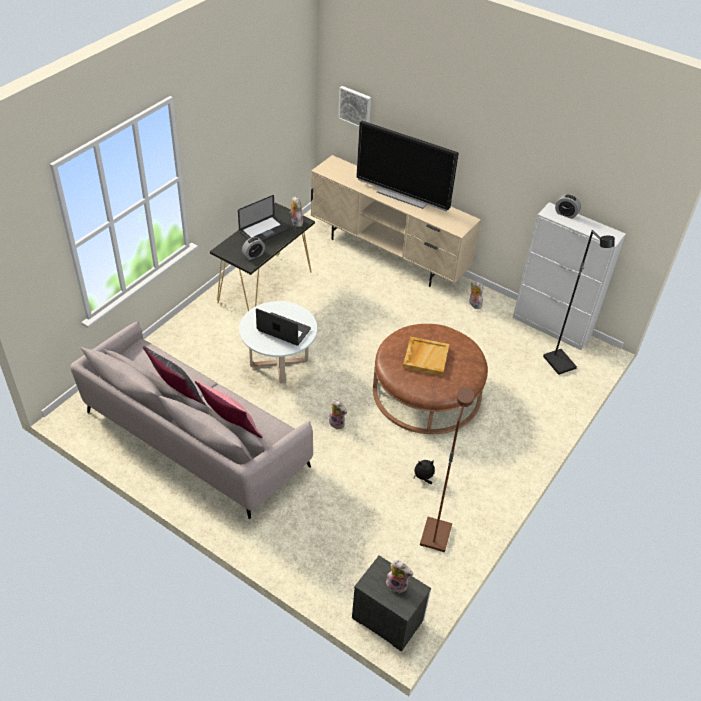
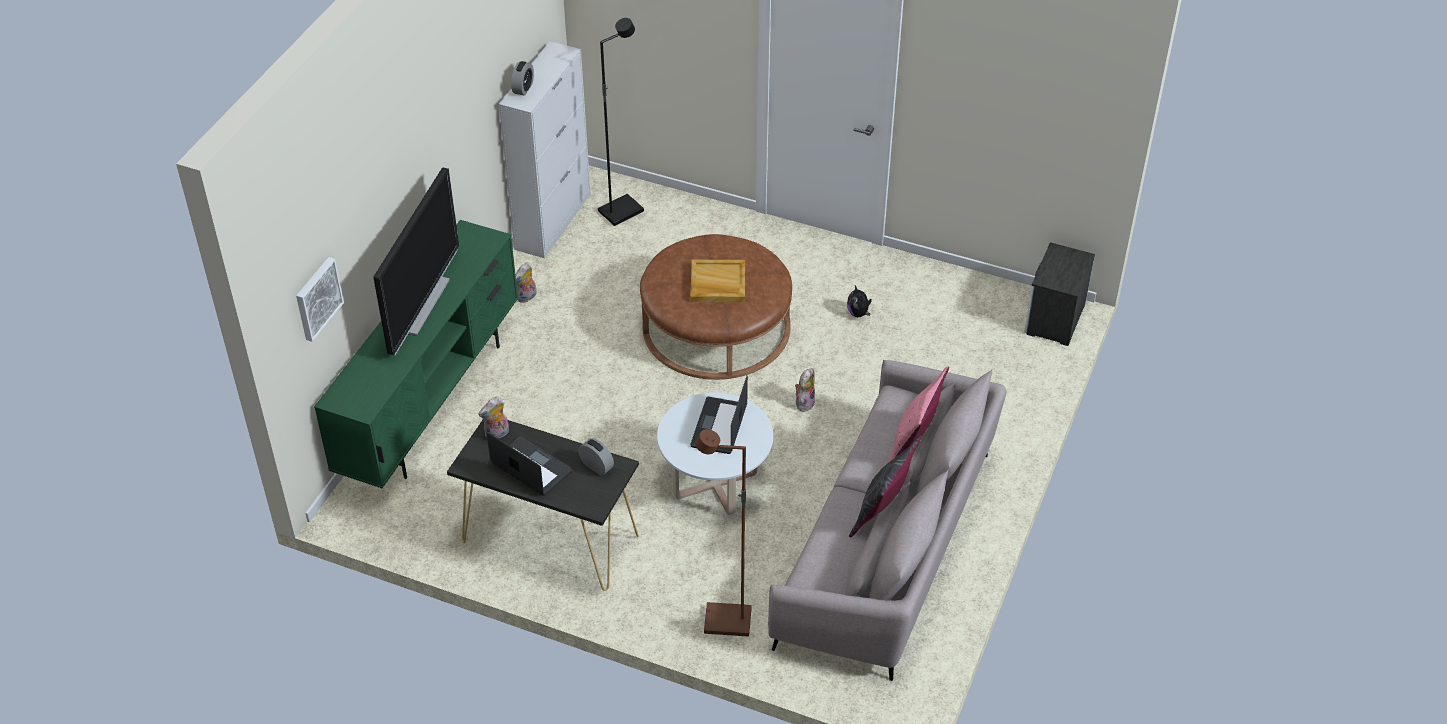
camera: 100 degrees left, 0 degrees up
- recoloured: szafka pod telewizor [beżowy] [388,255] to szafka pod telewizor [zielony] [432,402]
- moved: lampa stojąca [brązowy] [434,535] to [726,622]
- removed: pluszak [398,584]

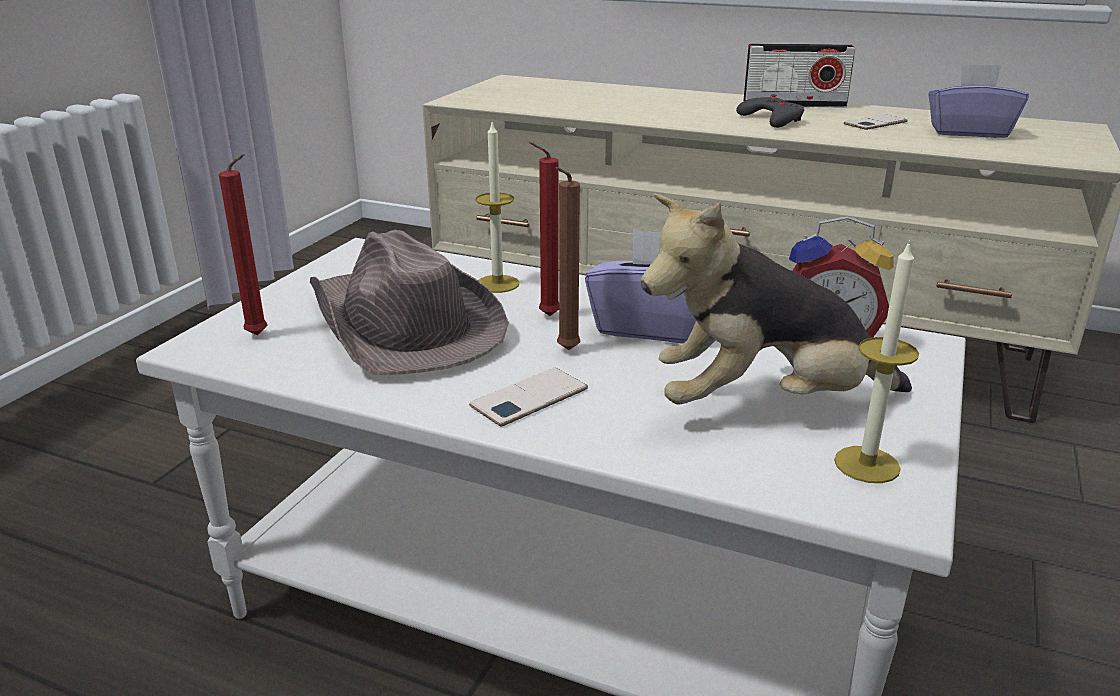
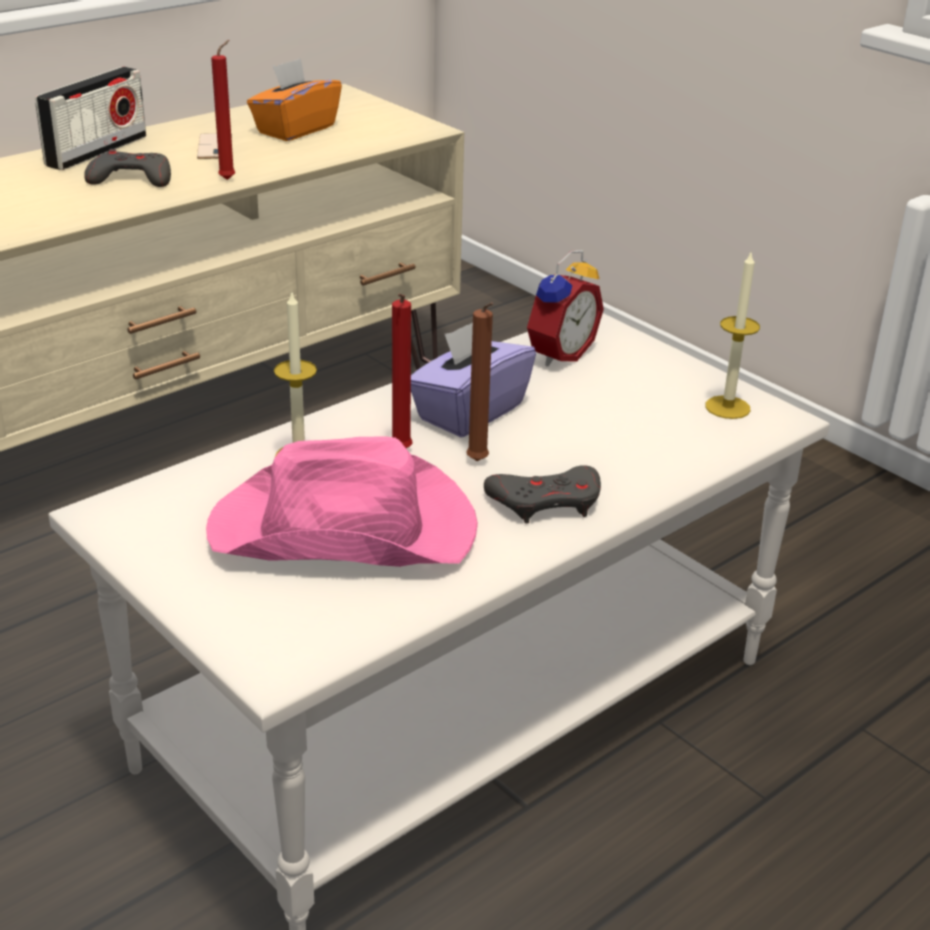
camera: 65 degrees left, 5 degrees up
- recoloured: pudełko chusteczek [fioletowy] [968,132] to pudełko chusteczek [pomarańczowy] [295,129]
- moved: świeca [czerwony] [260,336] to [229,179]
- removed: pluszak [765,405]
- recoloured: kapelusz [brązowy] [402,325] to kapelusz [różowy] [346,531]
- replaced: telefon [529,397] to pad do gier [szary] [546,501]

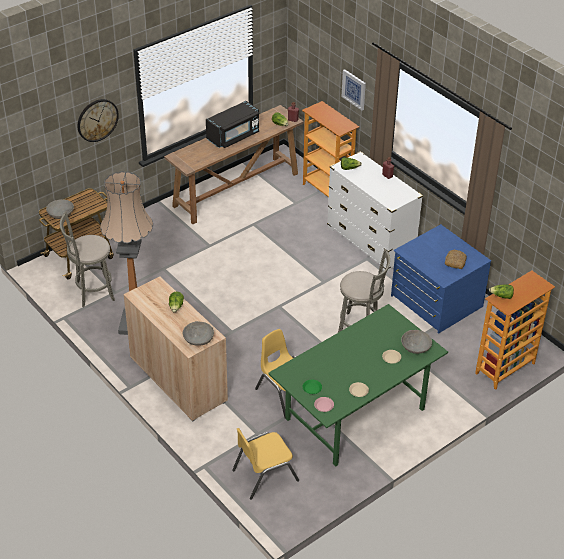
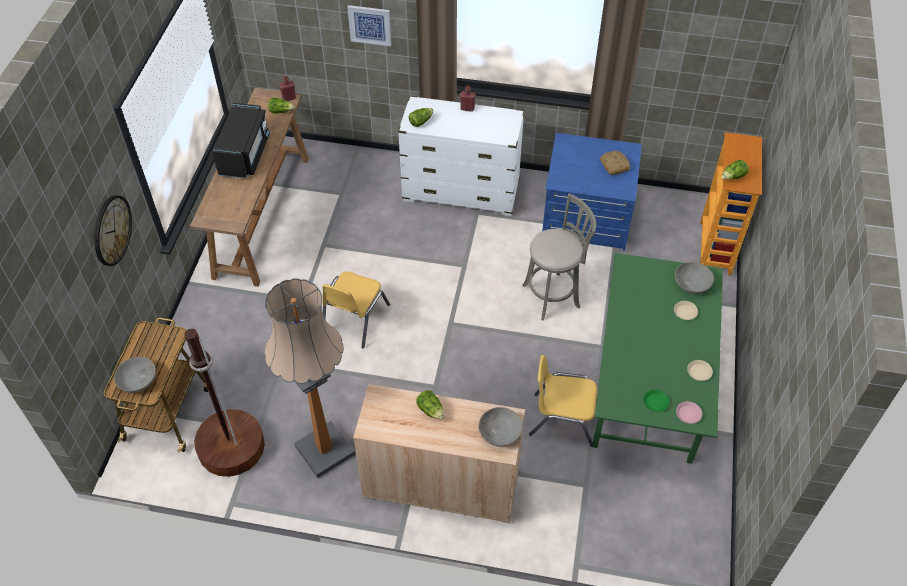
camera: 40 degrees left, 10 degrees up
- removed: regał [327,191]
- replaced: stołek [szary] [92,292] to lampa stojąca [brązowy] [231,447]
- moved: krzesło [żółty] [264,475] to [354,319]

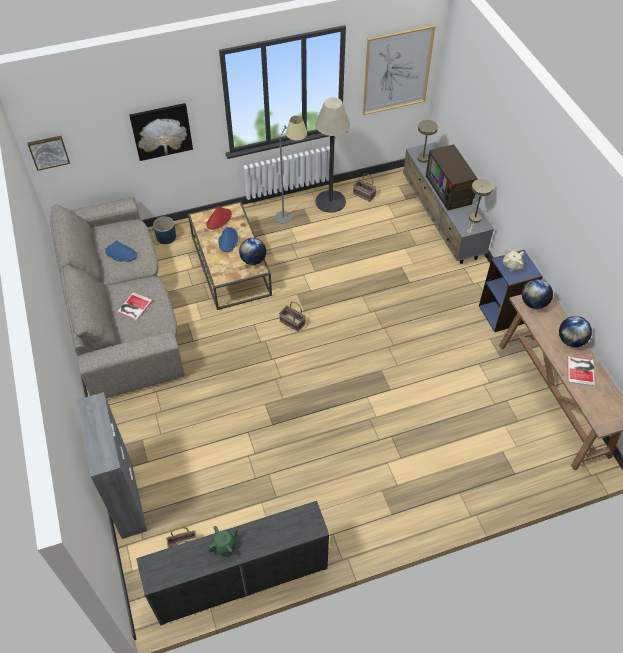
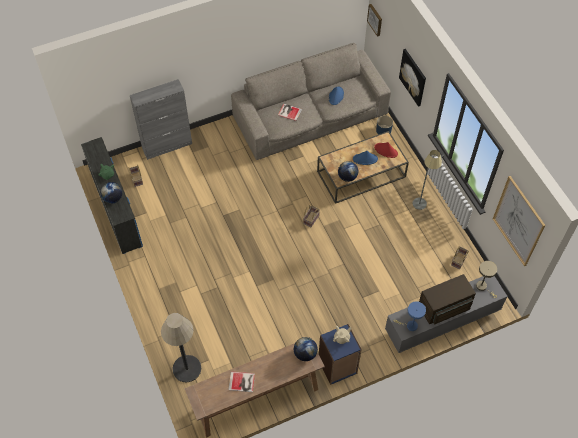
camera: 85 degrees right, 5 degrees up
- moved: lampa stojąca [330,201] to [187,368]
- recoloured: lampa stołowa [beżowy] [474,220] to lampa stołowa [niebieski] [410,325]
- moved: globus [571,340] to [113,198]

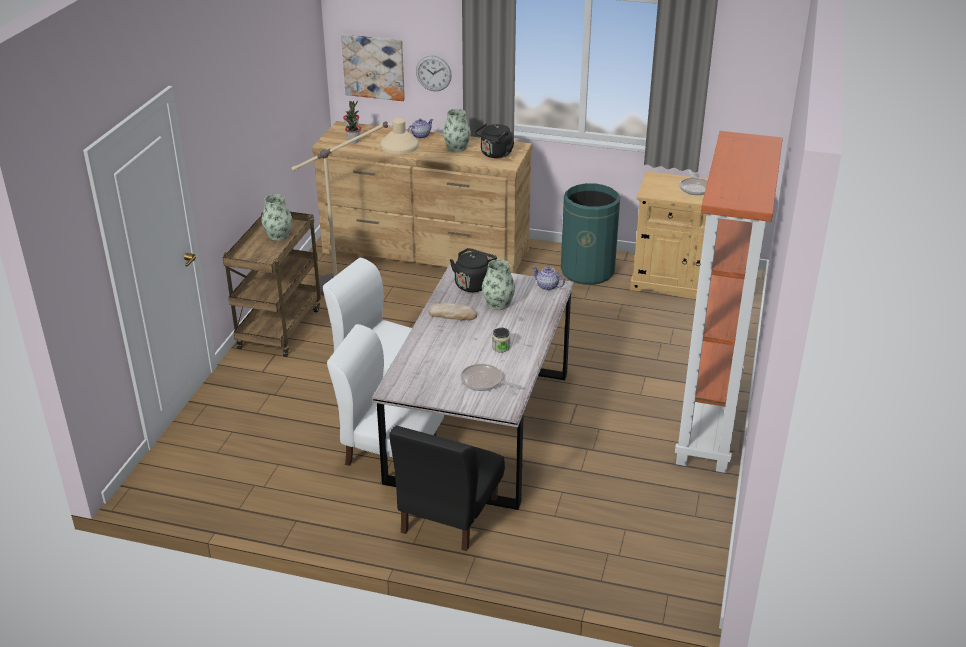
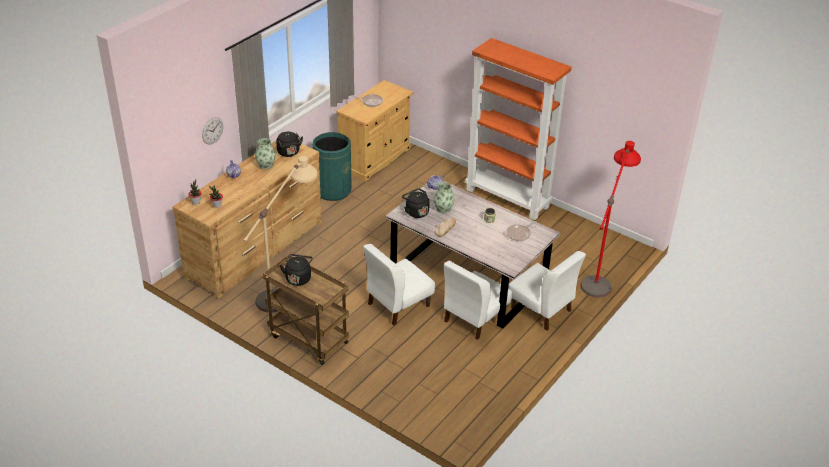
camera: 70 degrees left, 5 degrees up
- removed: obraz [374,67]
- replaced: wazon [278,235] to czajnik [czarny] [298,278]
- recoloured: krzesło [czarny] [448,516] to krzesło [biały] [541,309]
- added: lampa stojąca [czerwony] [601,273]

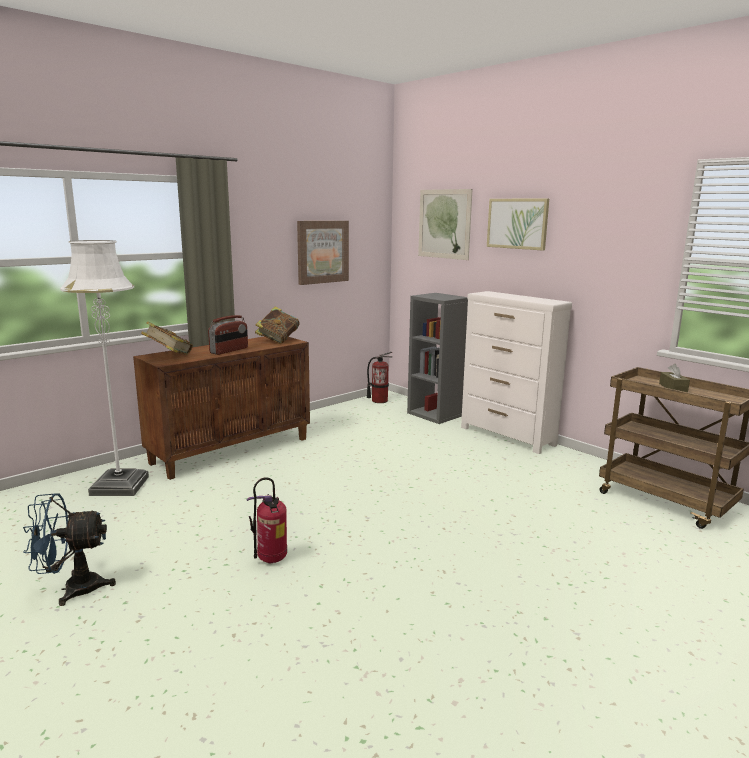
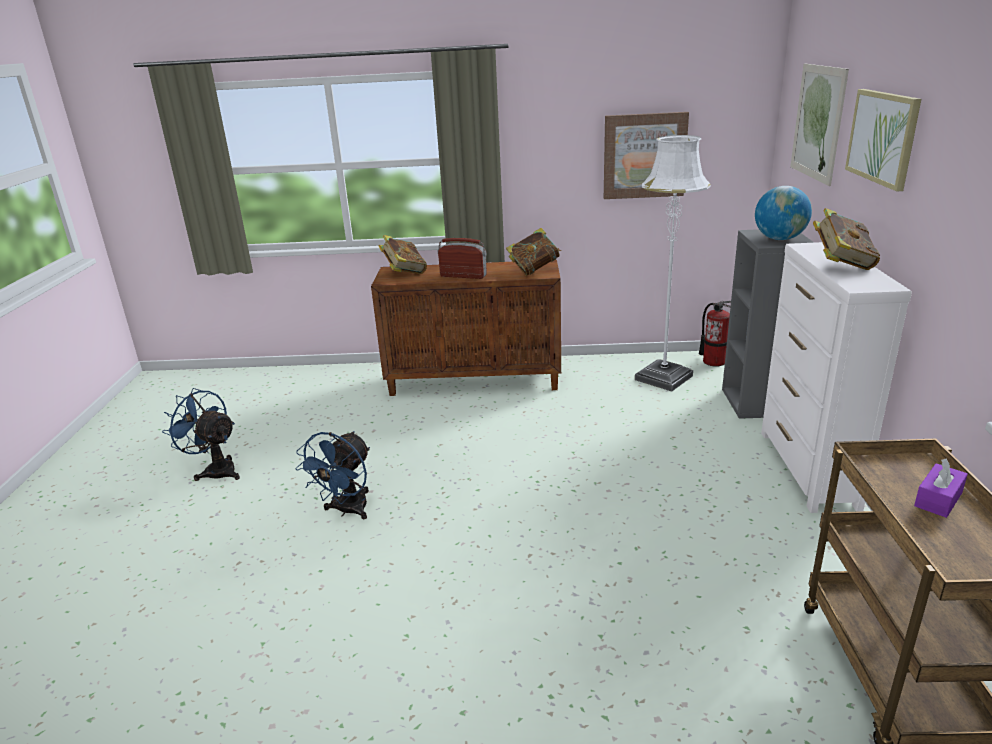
camera: 45 degrees right, 10 degrees up
- moved: lampa stojąca [biały] [119,486] to [663,378]
- turned: radio [229,350] = [463,276] 150 degrees counterclockwise
- recoloured: pudełko chusteczek [brązowy] [673,388] to pudełko chusteczek [fioletowy] [938,499]
- replaced: gaśnica [271,560] to wentylator [niebieski] [347,511]
- added: globus [779,239]
- added: książka [841,264]

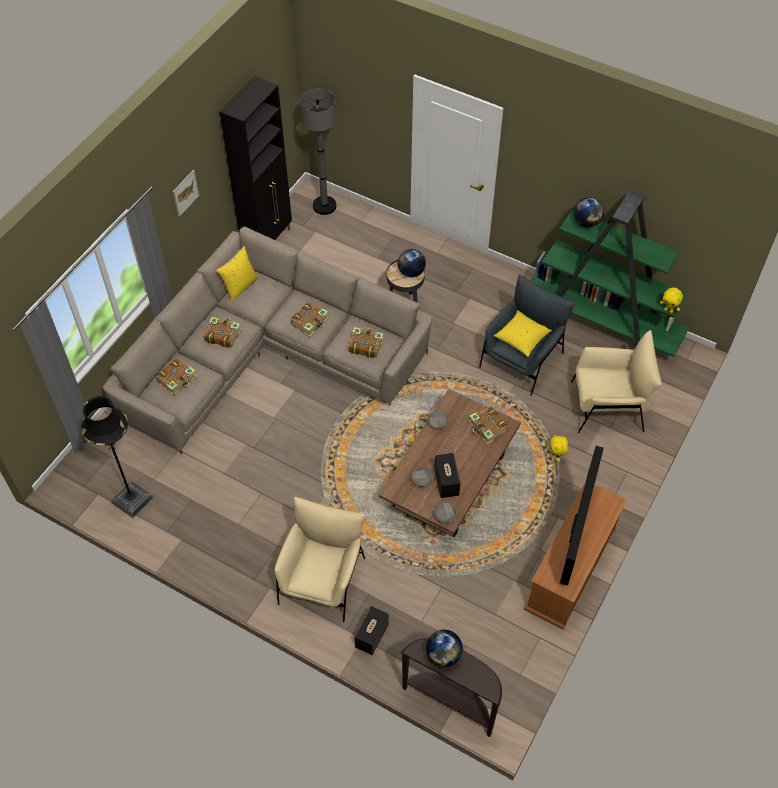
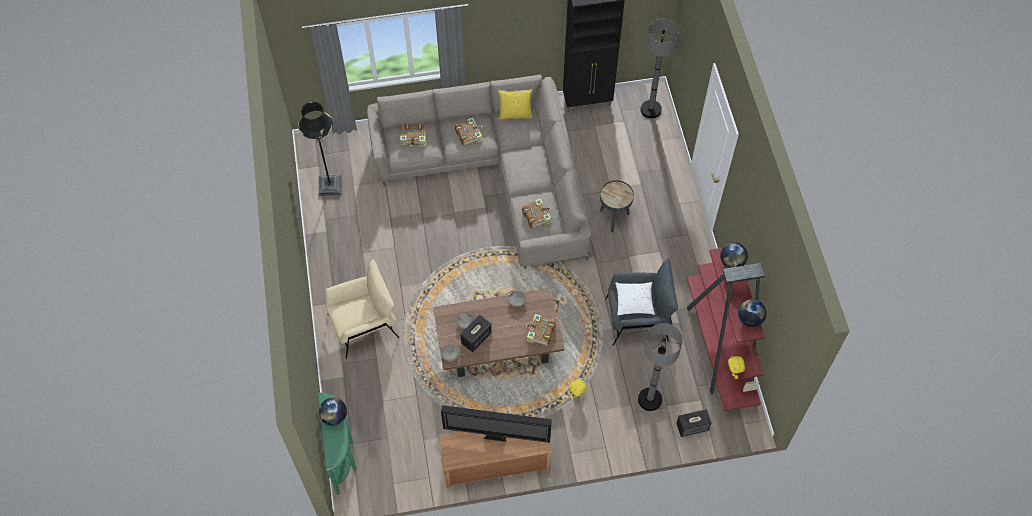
camera: 50 degrees right, 5 degrees up
- removed: obraz [185,193]
- recoloured: regał [zielony] [602,324] to regał [czerwony] [720,348]
- moved: globus [411,272] to [749,319]
- removed: książka [310,322]
- recoloured: poduszka [żółty] [521,338] to poduszka [biały] [634,302]
- replaced: fotel [beżowy] [608,406] to lampa stojąca [szary] [649,399]
- turned: telewizor [575,533] = [496,437] 150 degrees counterclockwise
- moved: głośnik [371,635] to [692,427]
- recoloured: stolik konsolowy [brązowy] [451,701] to stolik konsolowy [zielony] [343,456]

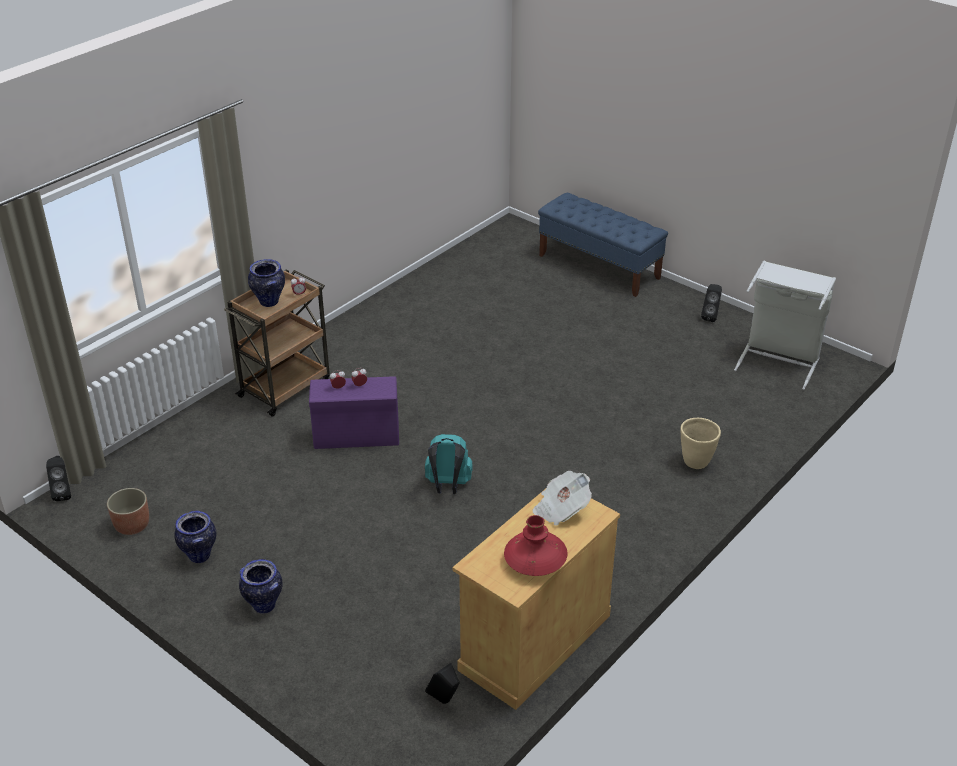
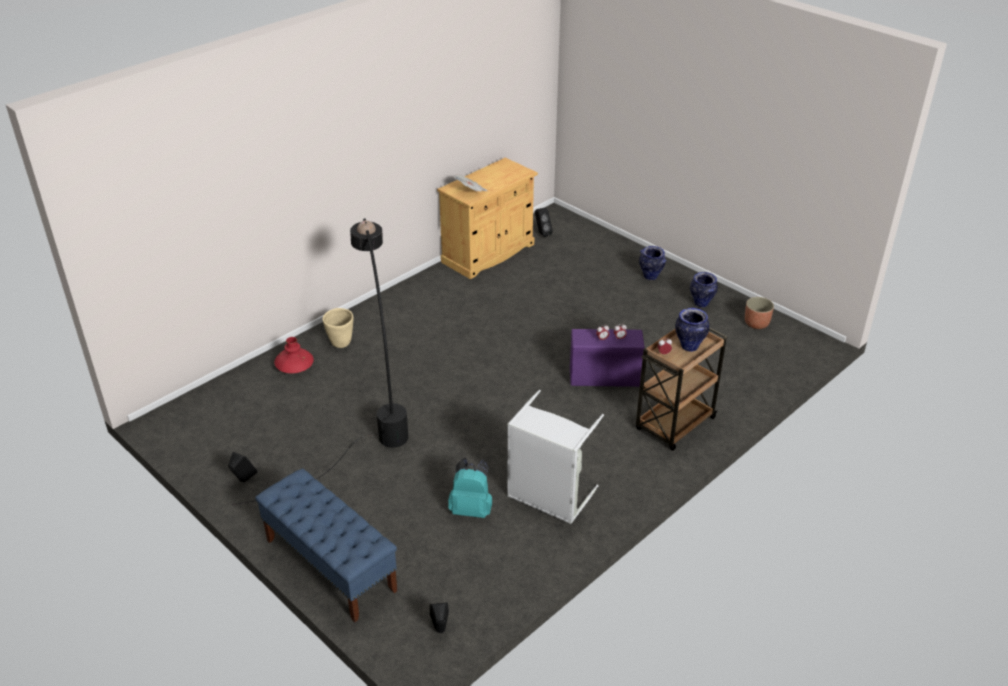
camera: 175 degrees left, 0 degrees up
- moved: kosz na pranie [szary] [779,360] to [548,498]
- moved: plecak [turkusowy] [448,486] to [471,509]
- moved: głośnik [czarny] [63,493] to [440,631]
- moved: wazon [czerwony] [535,561] to [294,366]
- added: lampa stojąca [czarny] [372,417]

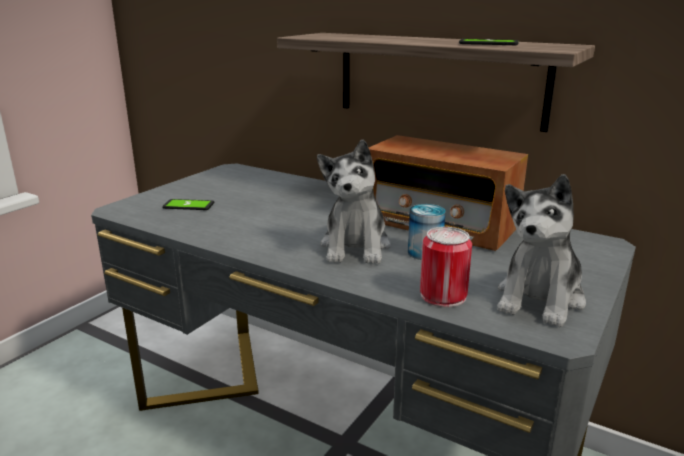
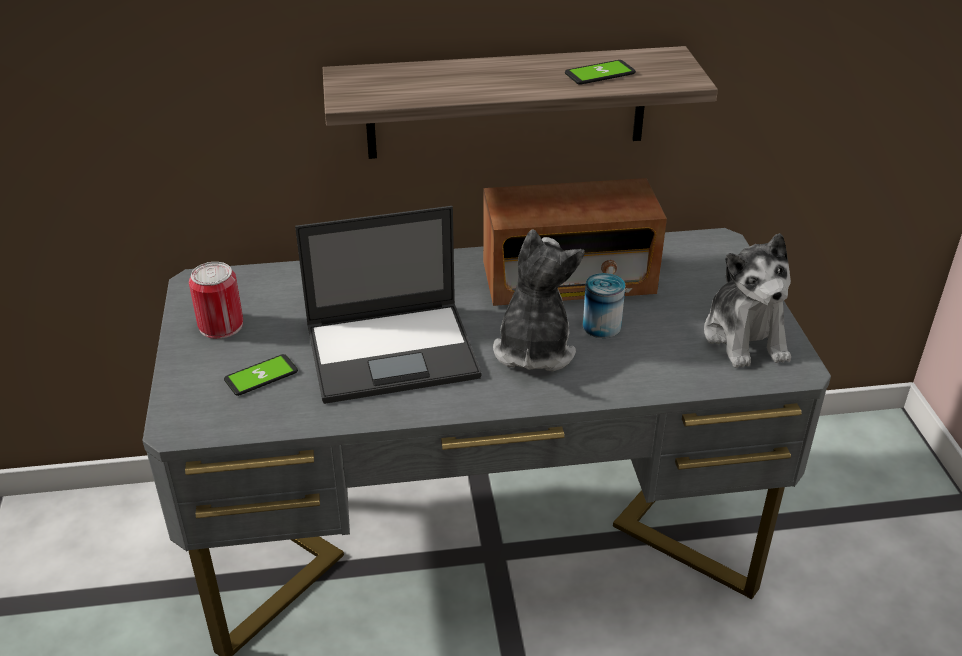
camera: 40 degrees left, 15 degrees up
- turned: pluszak [356,246] = [533,349] 135 degrees counterclockwise
- moved: puszka [443,295] to [221,325]
- added: laptop [394,351]

